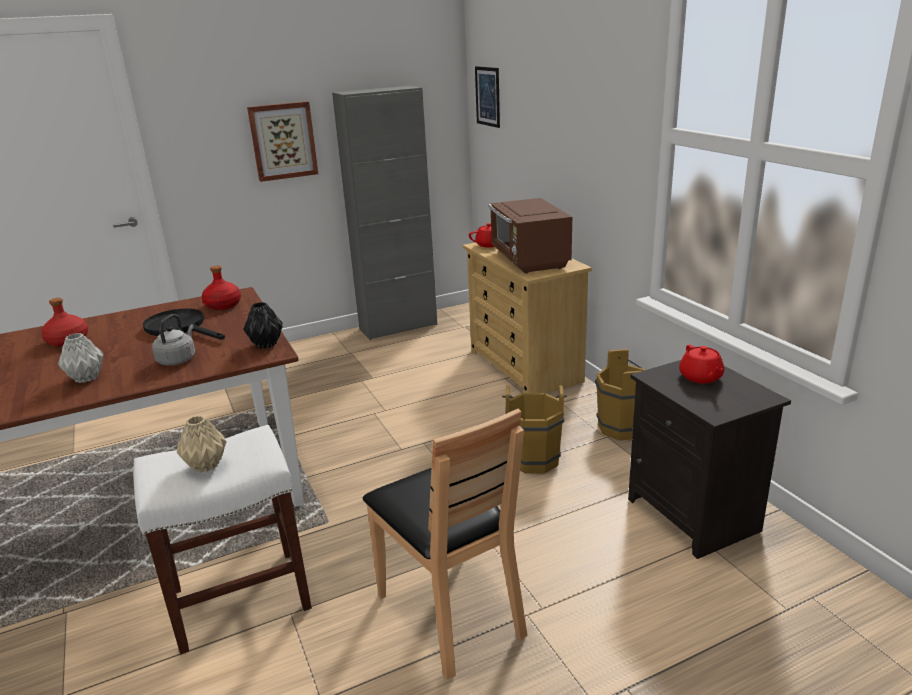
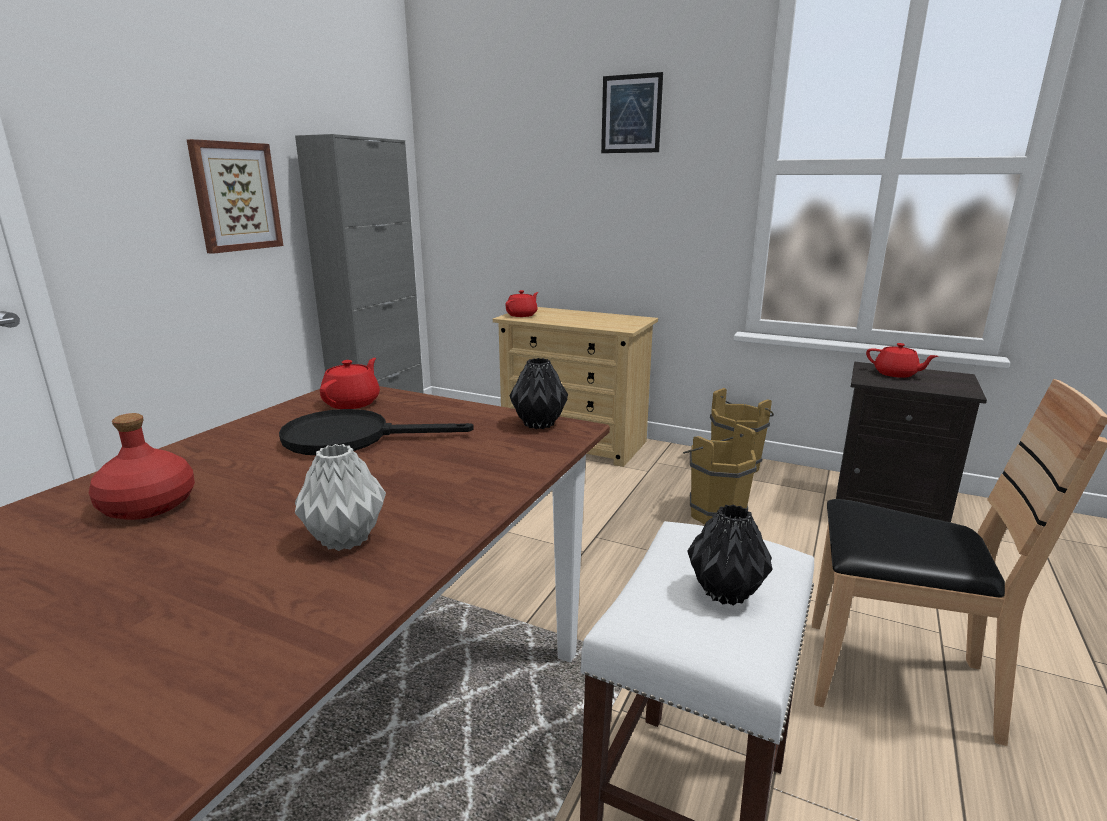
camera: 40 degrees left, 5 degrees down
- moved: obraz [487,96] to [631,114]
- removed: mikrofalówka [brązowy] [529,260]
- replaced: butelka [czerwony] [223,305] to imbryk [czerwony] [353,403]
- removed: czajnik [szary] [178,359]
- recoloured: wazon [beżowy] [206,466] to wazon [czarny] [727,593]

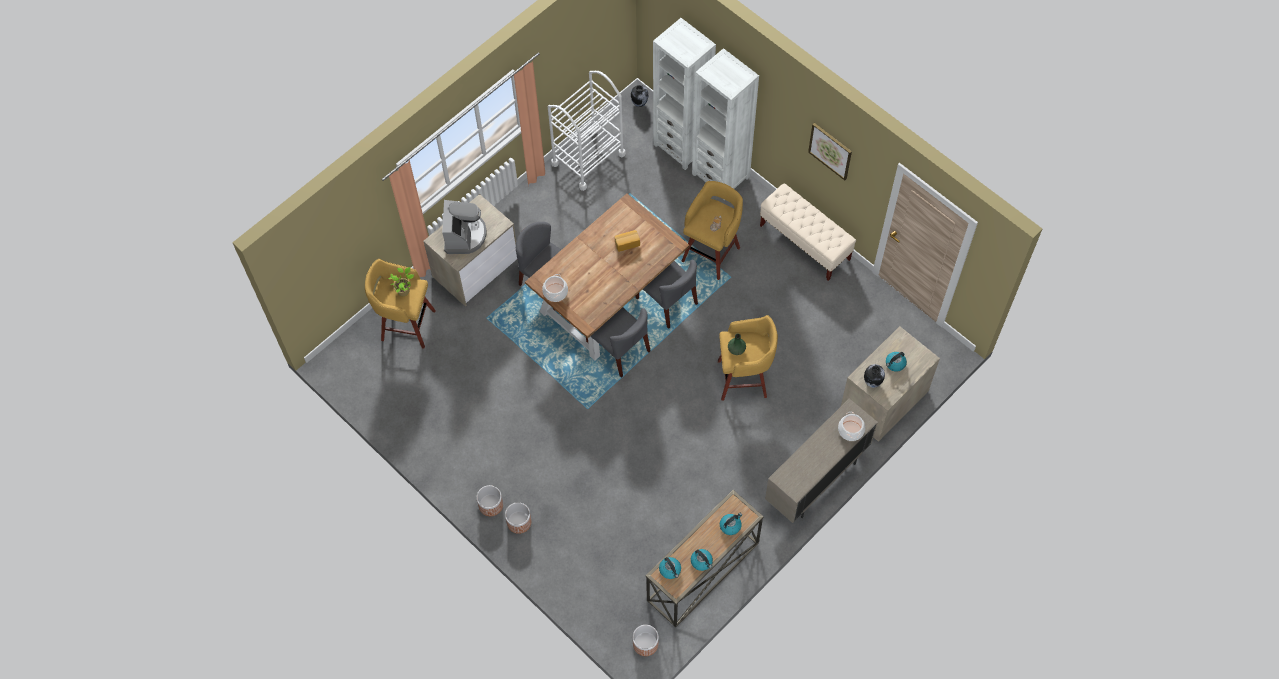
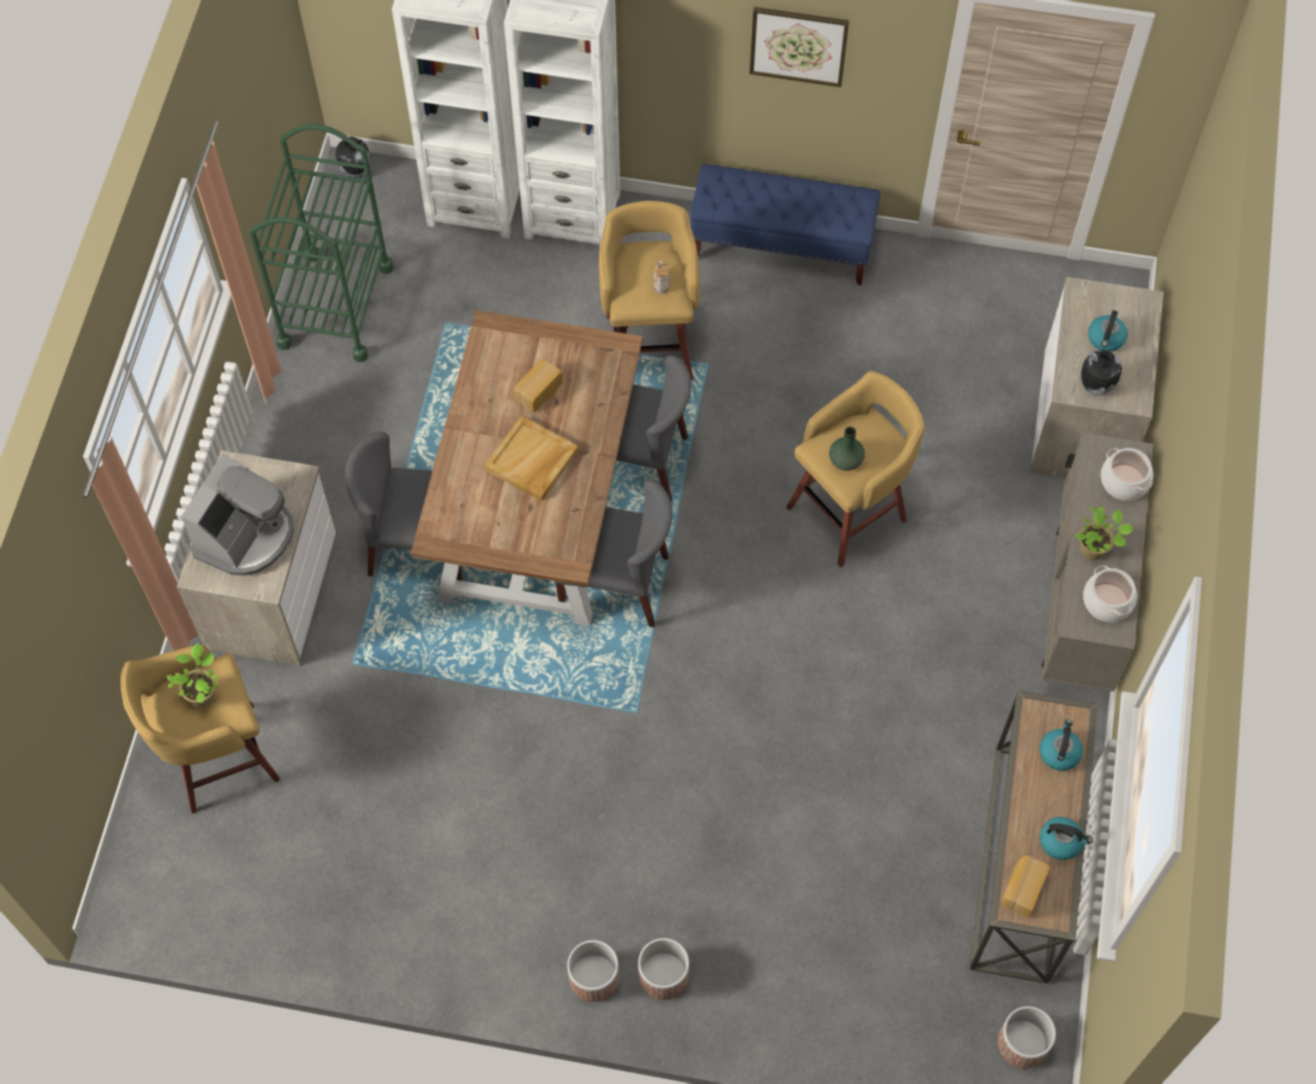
camera: 35 degrees left, 0 degrees up
- recoloured: wózek [biały] [588,159] to wózek [zielony] [335,306]
- recoloured: ławka [beżowy] [805,243] to ławka [niebieski] [782,247]
- turned: ekspres do kawy [464,236] = [246,536] 60 degrees clockwise
- moved: garnek [555,292] to [1107,602]
- replaced: czajnik [670,570] to chleb [1022,889]
- added: taca [beżowy] [531,461]
- added: roślina doniczkowa [1094,549]

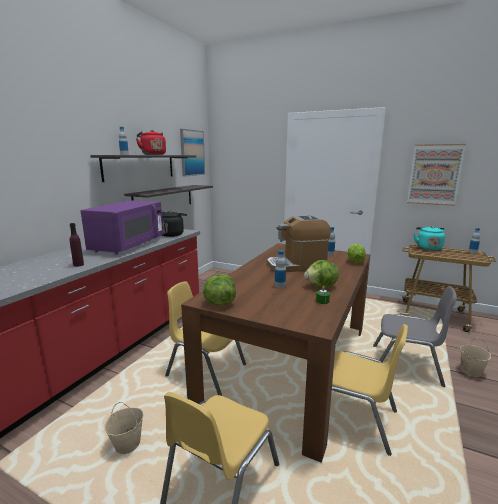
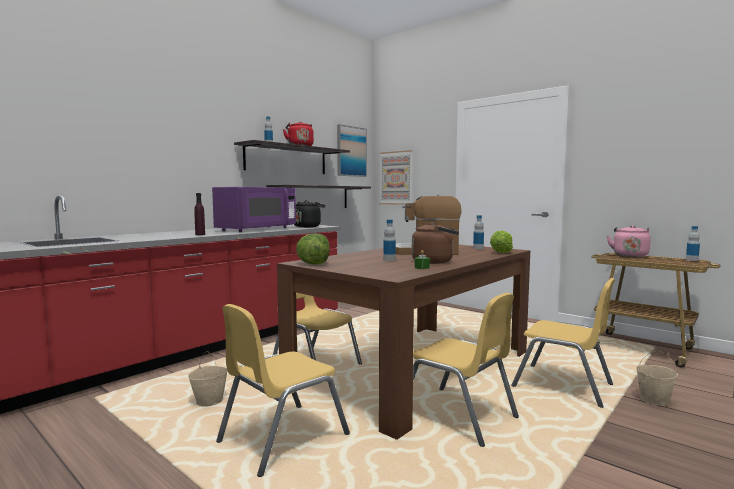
camera: 15 degrees right, 10 degrees down
- moved: obraz [434,174] to [396,178]
- recoloured: czajnik [turkusowy] [428,248] to czajnik [różowy] [629,255]
- replaced: sałata [321,286] to czajnik [brązowy] [435,262]
- recoloured: krzesło [szary] [406,365] to krzesło [żółty] [563,386]

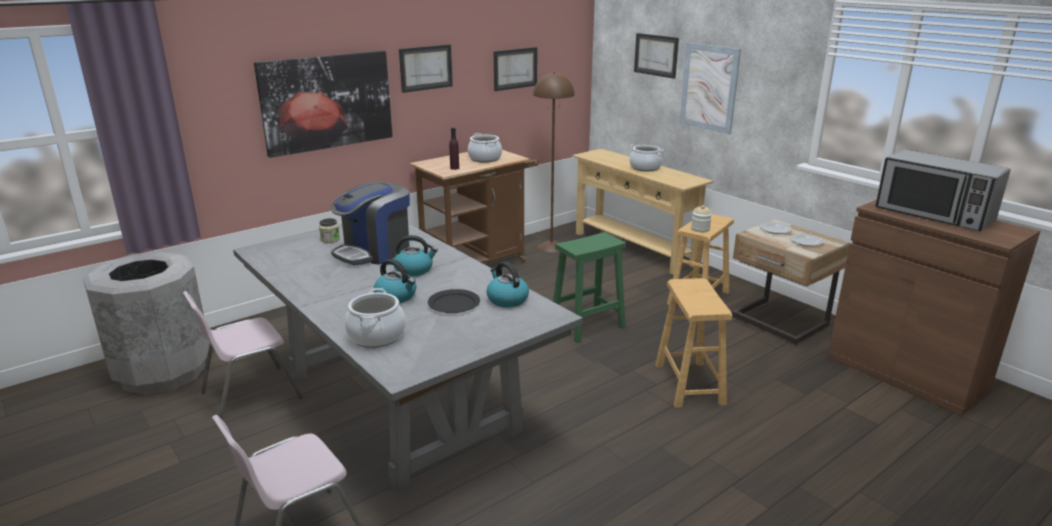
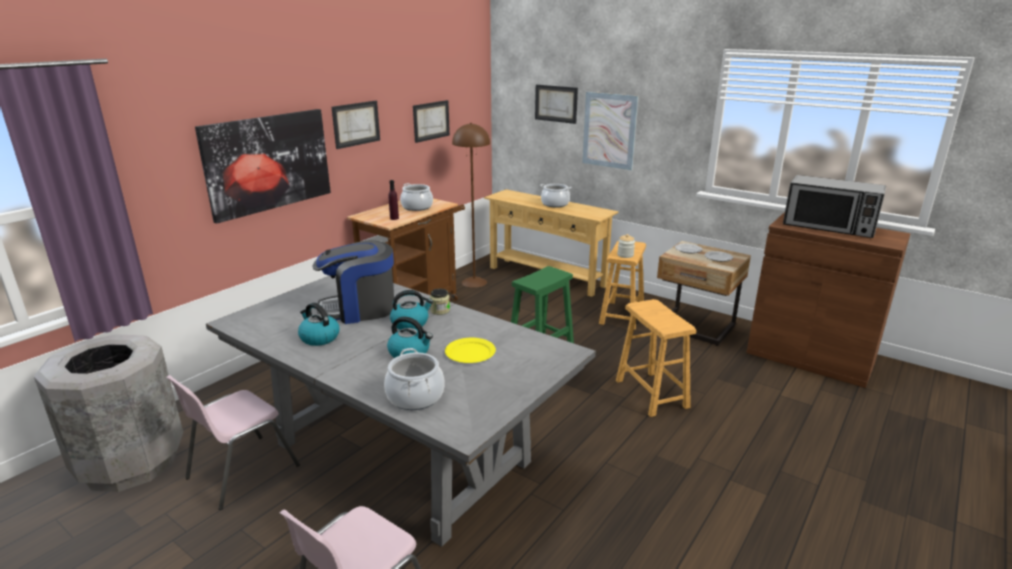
camera: 15 degrees left, 0 degrees up
- turned: ekspres do kawy [374,252] = [359,309] 45 degrees clockwise
- moved: słoik [330,239] to [440,310]
- moved: czajnik [507,299] to [319,338]
- recoloured: talerz [czarny] [453,304] to talerz [żółty] [470,353]

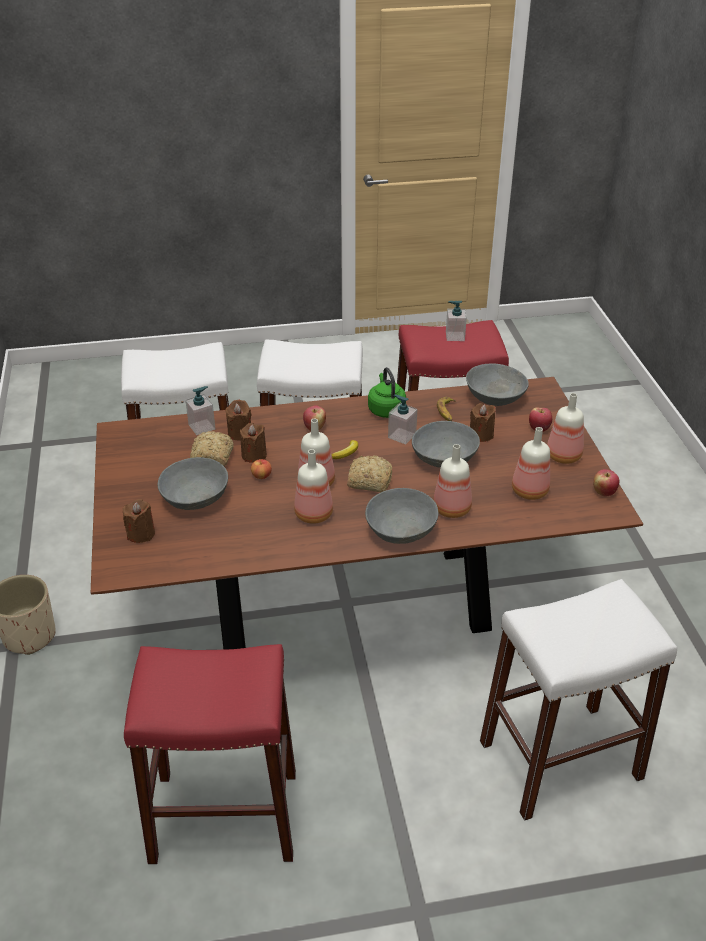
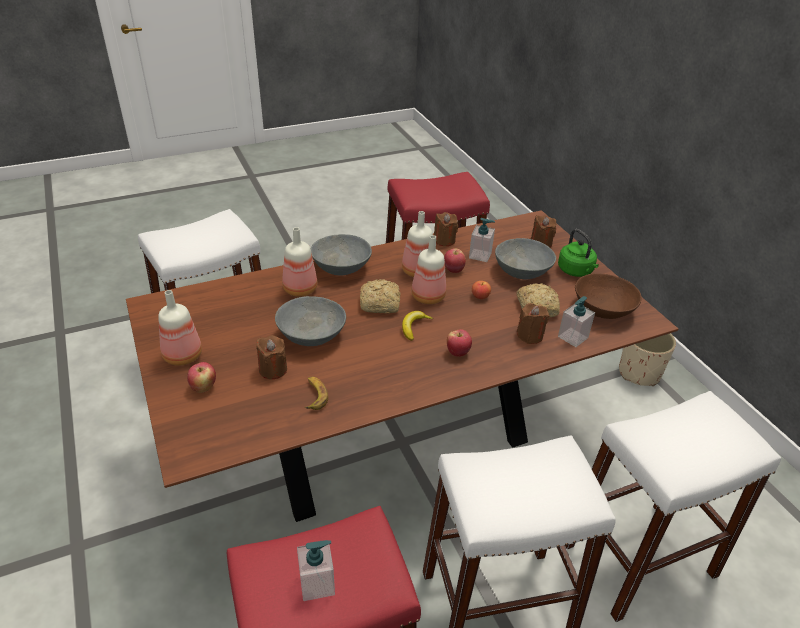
camera: 165 degrees right, 0 degrees up
- removed: miska [szary] [494,398]
- moved: czajnik [zielony] [386,409] to [576,271]
- moved: dozownik mydła [401,436] to [480,255]
- moved: świeca [brązowy] [254,455] to [444,240]
- removed: butelka [529,492]
- moved: jabłko [604,492] to [453,270]
- added: miska [brązowy] [602,310]

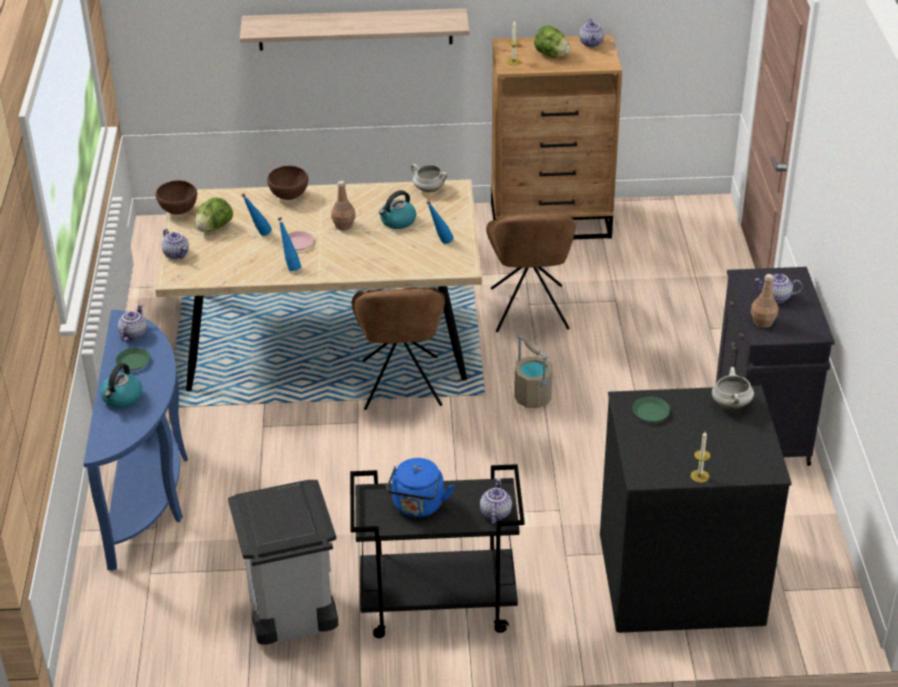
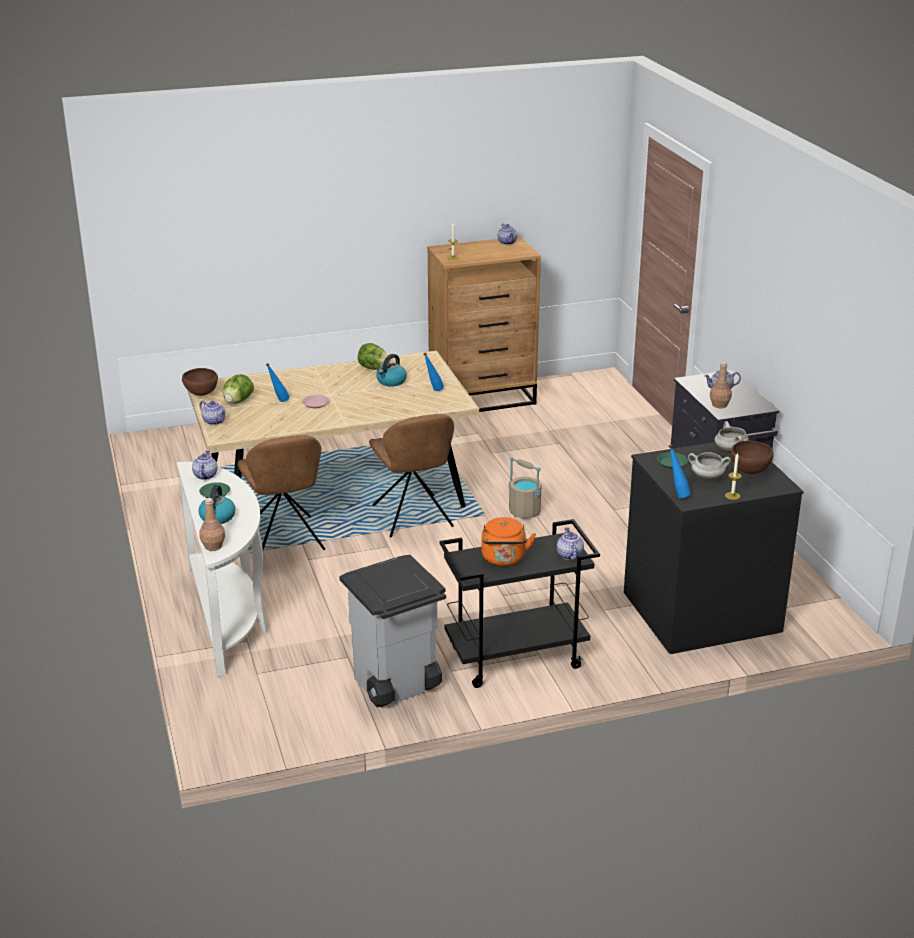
camera: 15 degrees left, 10 degrees down
- removed: półka [355,29]
- moved: sałata [551,55] to [373,368]
- moved: garnek [biały] [428,189] to [707,478]
- moved: miska [brązowy] [289,197] to [749,472]
- moved: butelka [brązowy] [344,226] to [213,546]
- moved: krzesło [brązowy] [529,311] to [285,540]
- moved: butelka [niebieski] [290,267] to [677,495]
- recoloured: stolik konsolowy [niebieski] [149,491] to stolik konsolowy [biały] [229,616]
- recoloured: czajnik [niebieski] [418,506] to czajnik [pomarańczowy] [504,559]

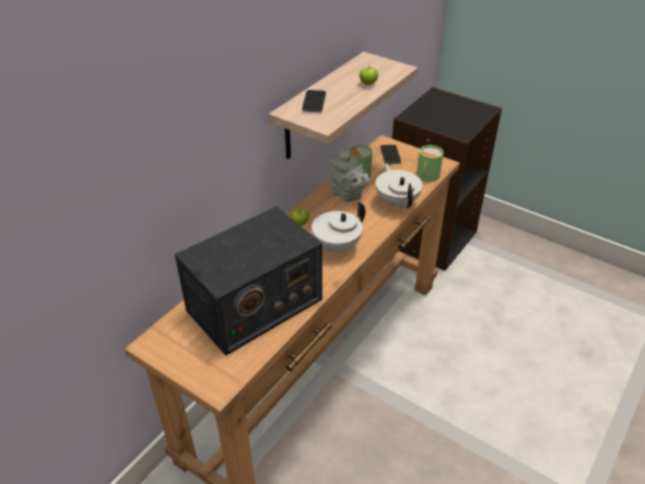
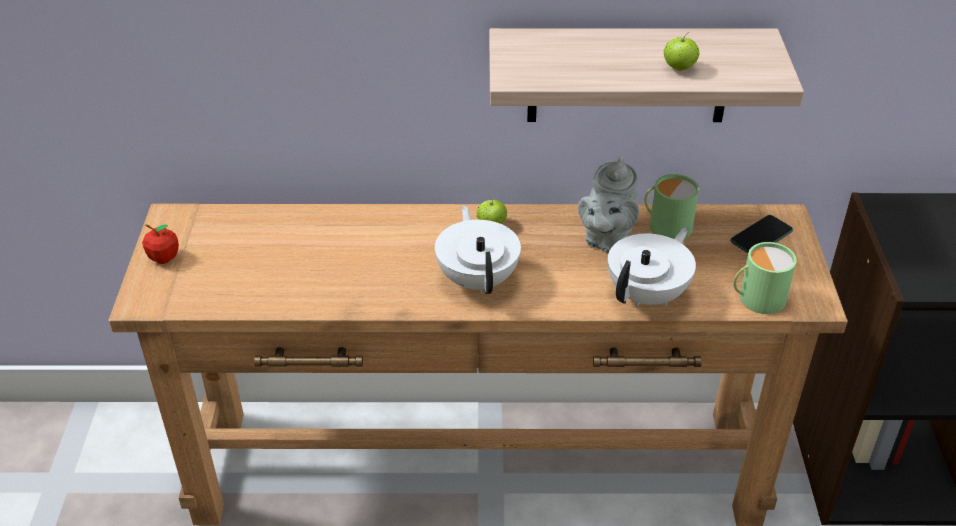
camera: 55 degrees right, 0 degrees up
- removed: telefon [314,102]
- turned: imbryk [biały] [335,247] = [478,279] 60 degrees clockwise
- removed: radio [254,305]
- added: jabłko [164,258]

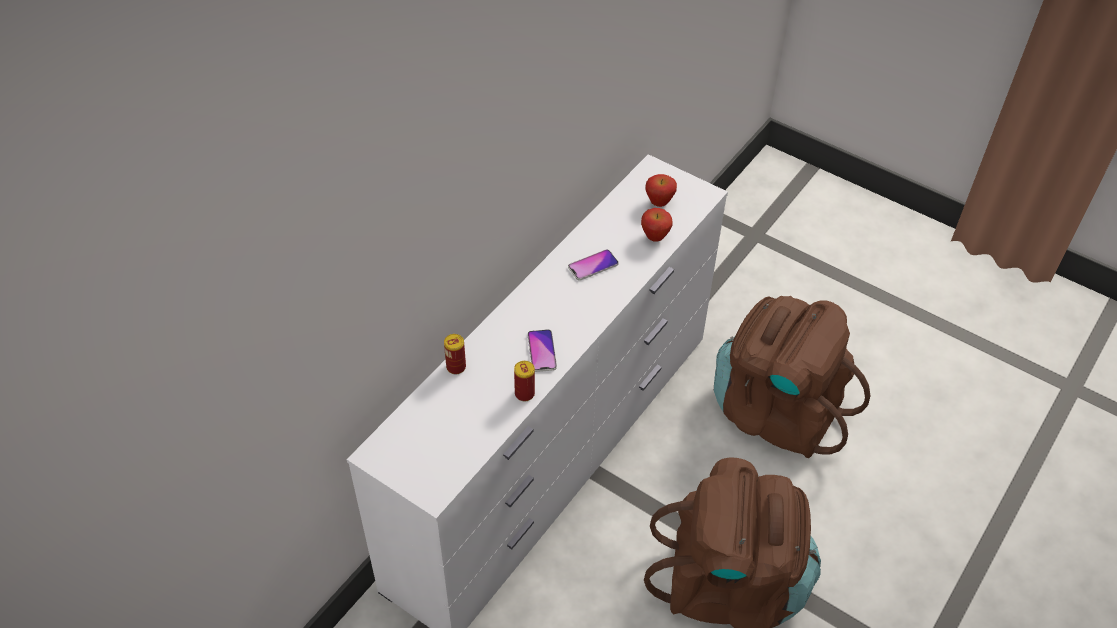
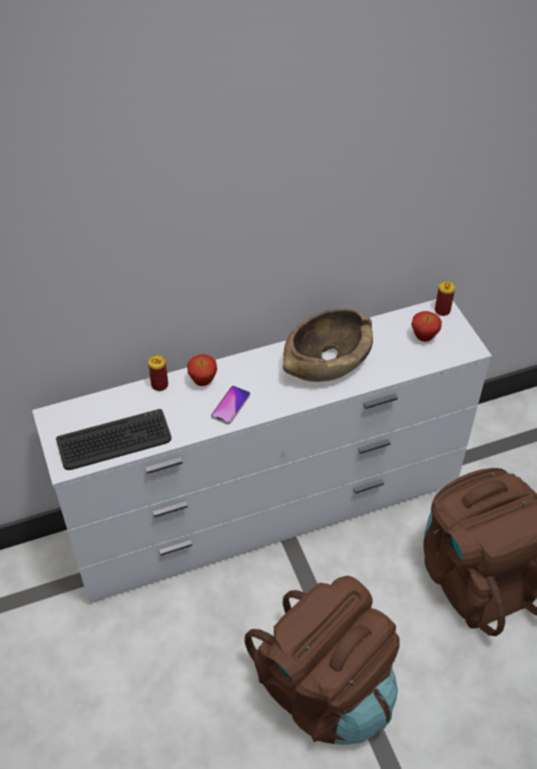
camera: 35 degrees right, 0 degrees up
- moved: jabłko [655,237] to [203,382]
- replaced: telefon [593,266] to miska [brązowy] [326,361]
- moved: puszka [524,394] to [442,310]
- added: klawiatura [114,441]

